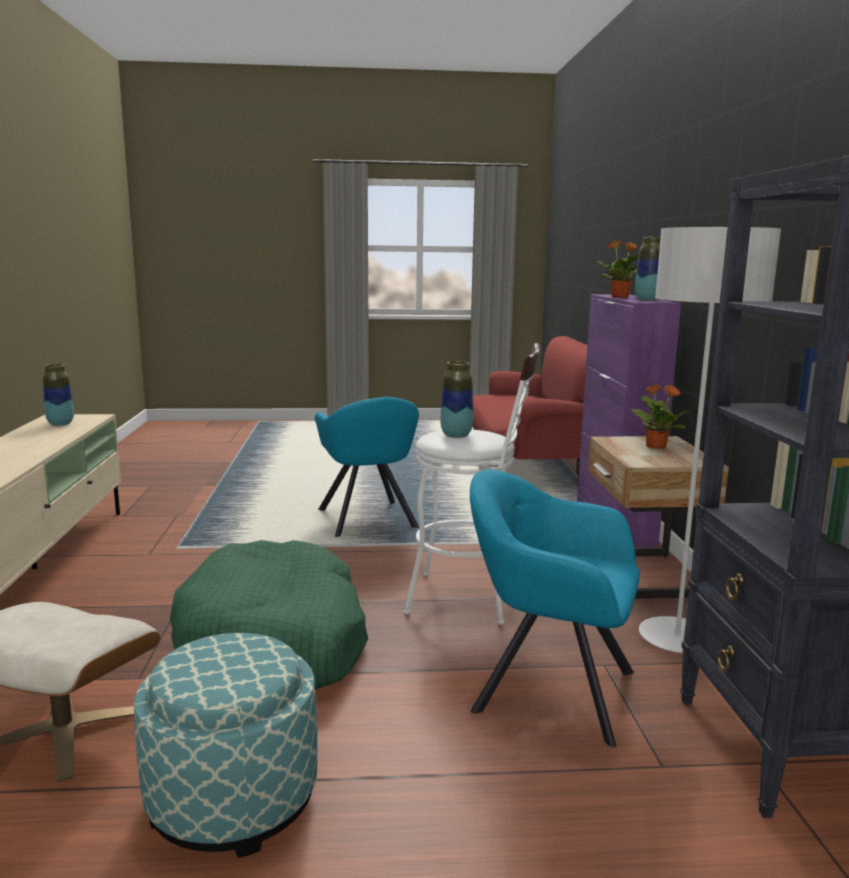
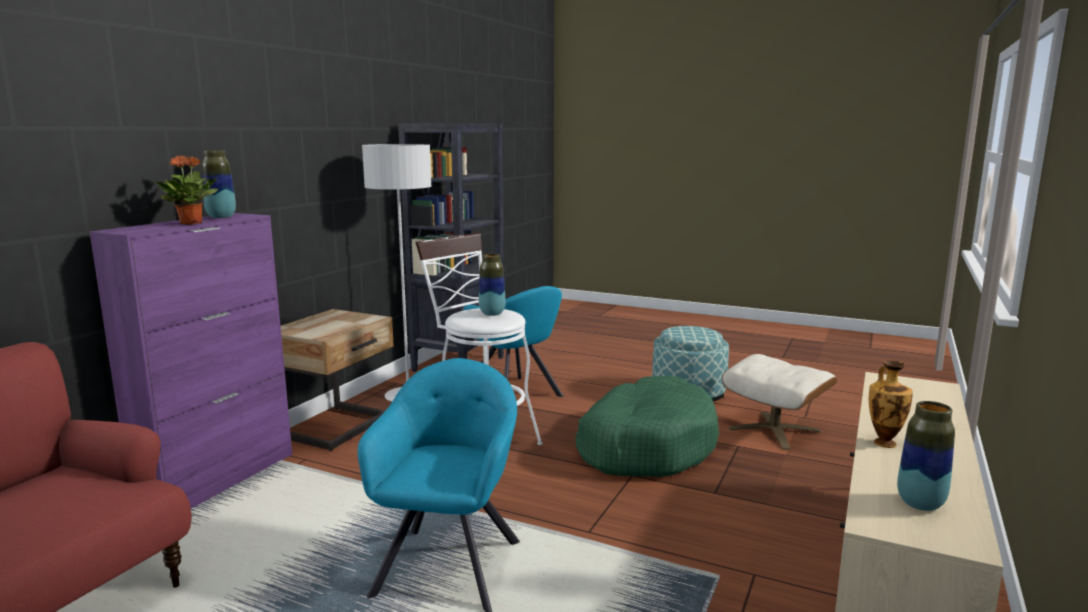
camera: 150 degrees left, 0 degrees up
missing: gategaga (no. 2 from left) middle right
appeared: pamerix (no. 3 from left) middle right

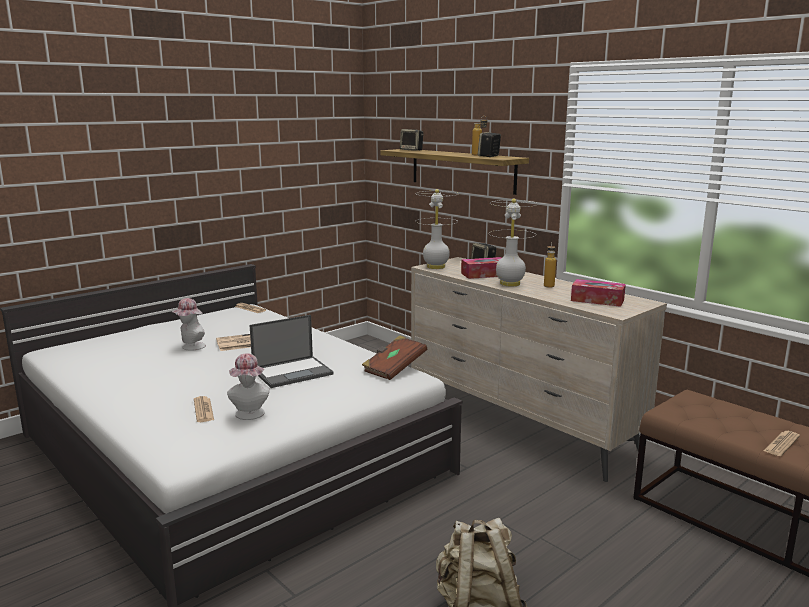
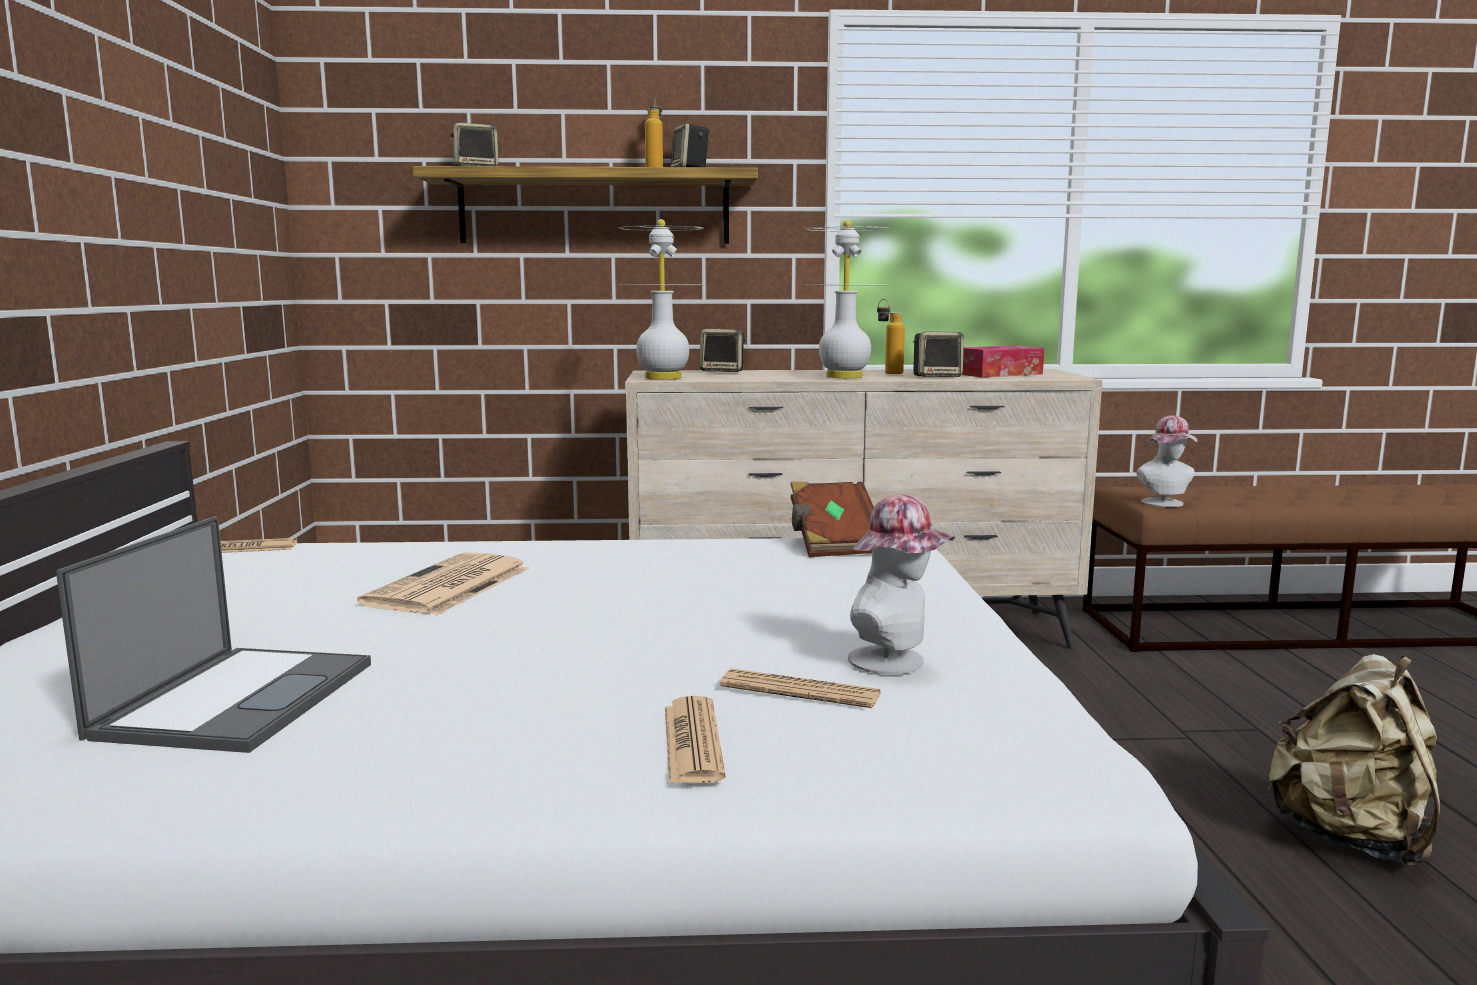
camera: 50 degrees left, 5 degrees down
missing: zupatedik (no. 1 from left) centre
appeared: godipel (no. 4 from left) centre
relocated: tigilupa centre to middle left; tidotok (no. 4 from left in the first image) bottom right to tidotok (no. 3 from left) bottom centre; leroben (no. 1 from left in the first image) middle left to leroben (no. 2 from left) middle right

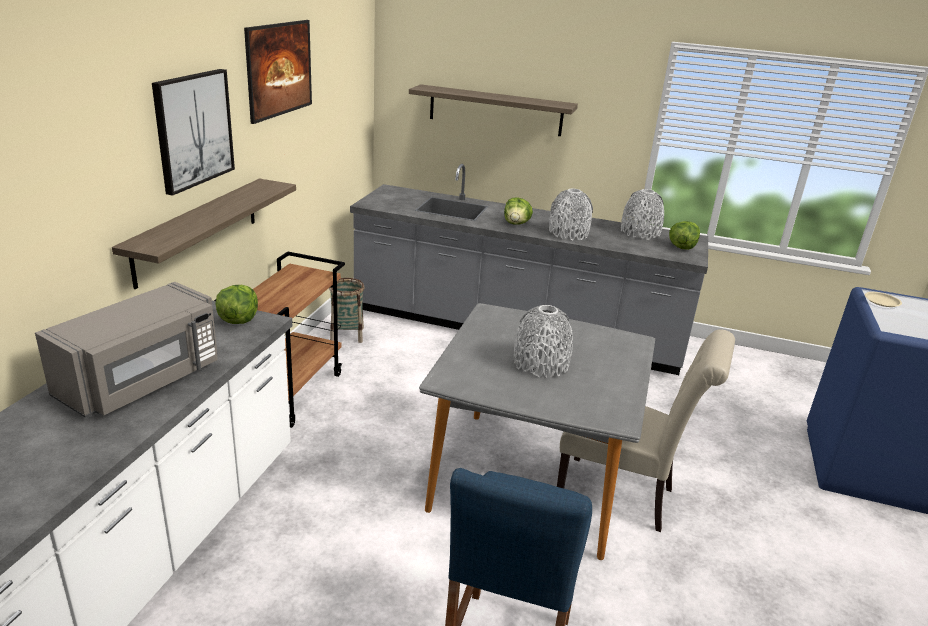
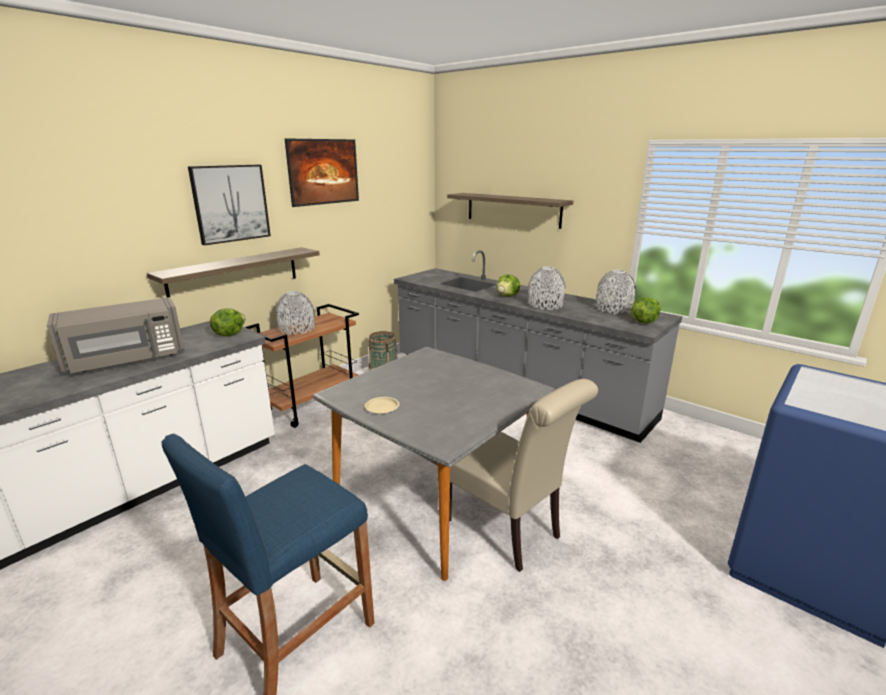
camera: 25 degrees right, 5 degrees down
relocated: grey pamerix (no. 1 from left) centre to middle left; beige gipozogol middle right to centre

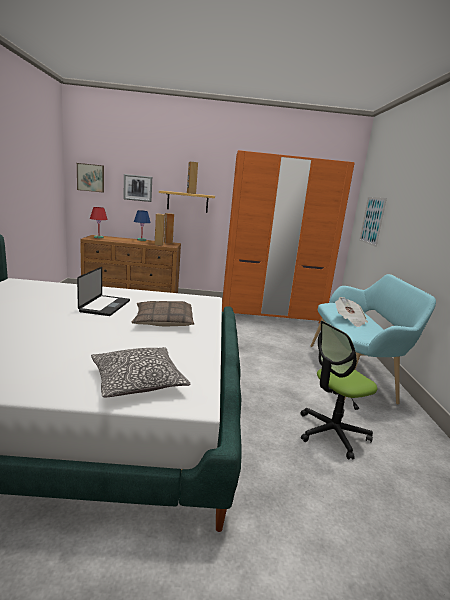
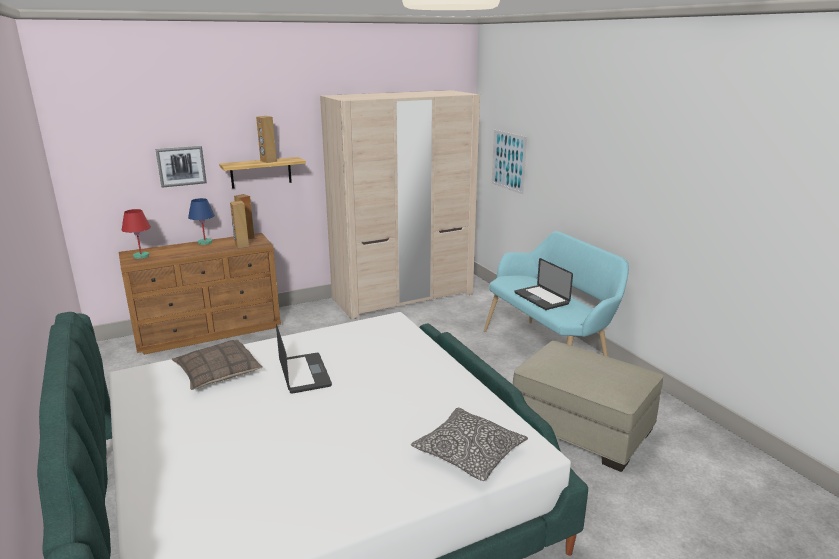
camera: 25 degrees left, 5 degrees up
missing: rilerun (no. 1 from left) top left
relocated: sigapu (no. 2 from left in the first image) centre to sigapu (no. 1 from left) middle left
exchanged: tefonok middle right to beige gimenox bottom right; tidotok middle right to tigilupa (no. 2 from left) centre
colour: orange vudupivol centre to beige vudupivol centre

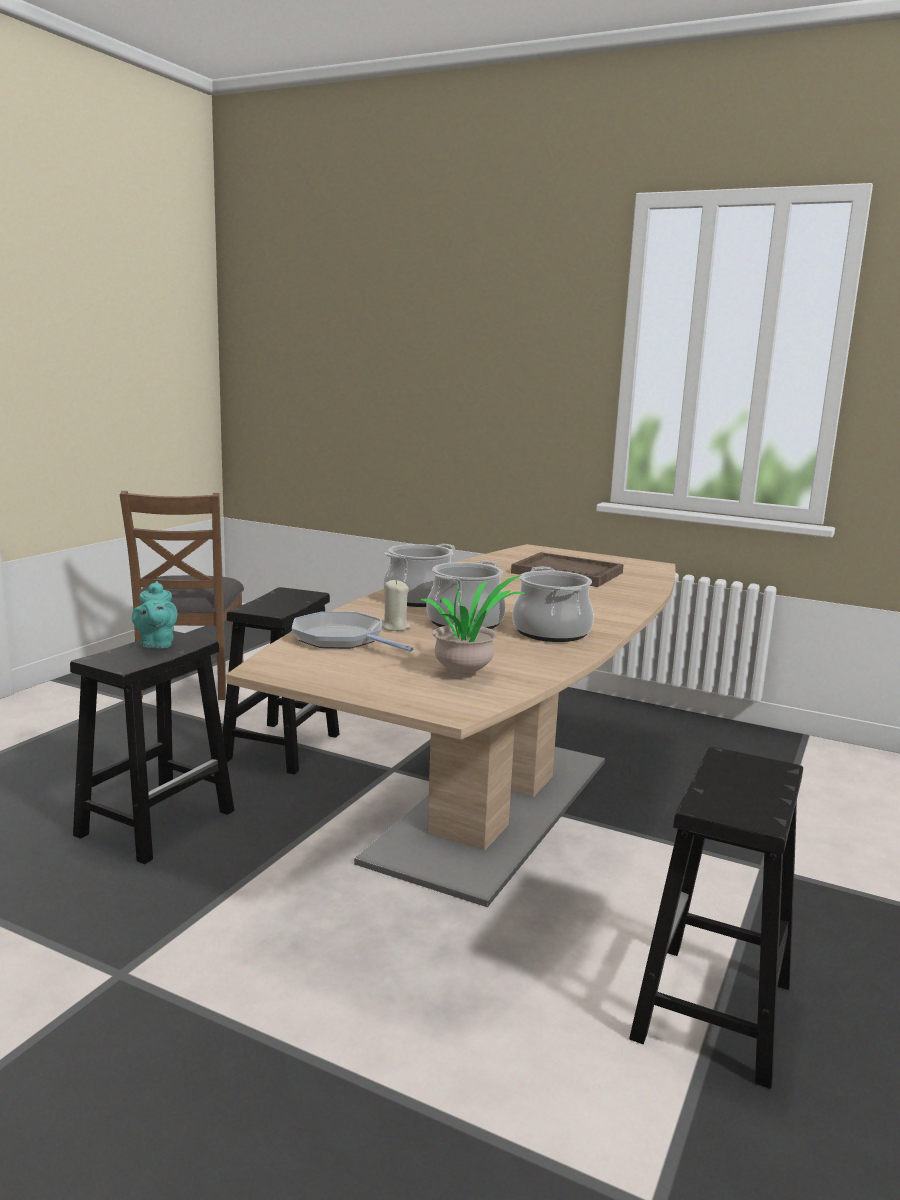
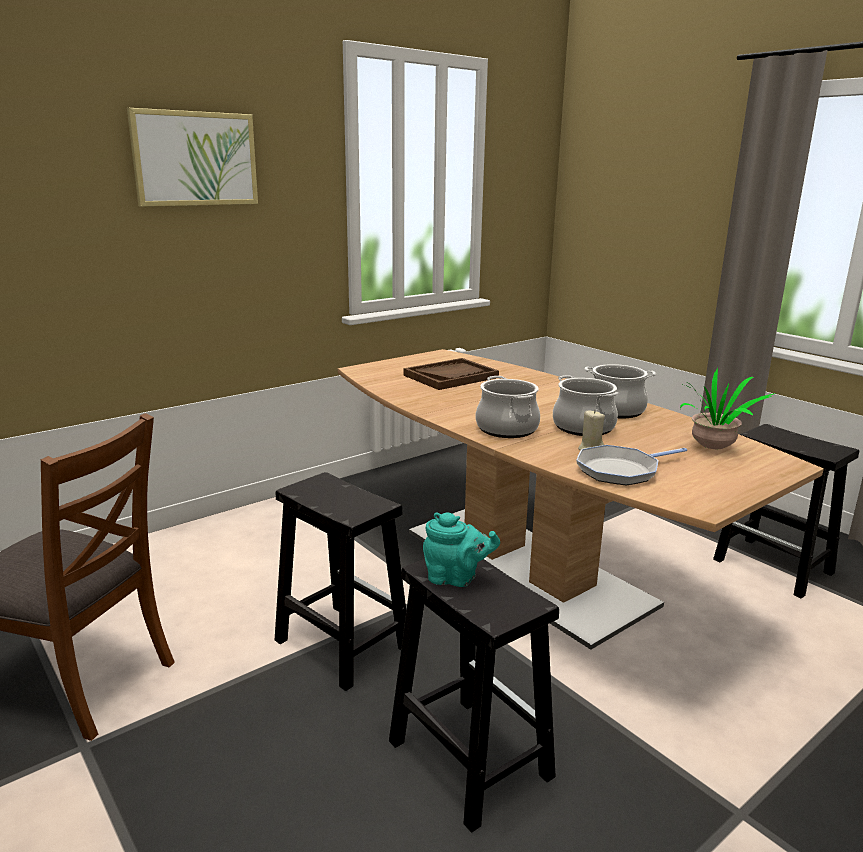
camera: 65 degrees left, 5 degrees up
appeared: rilerun top left

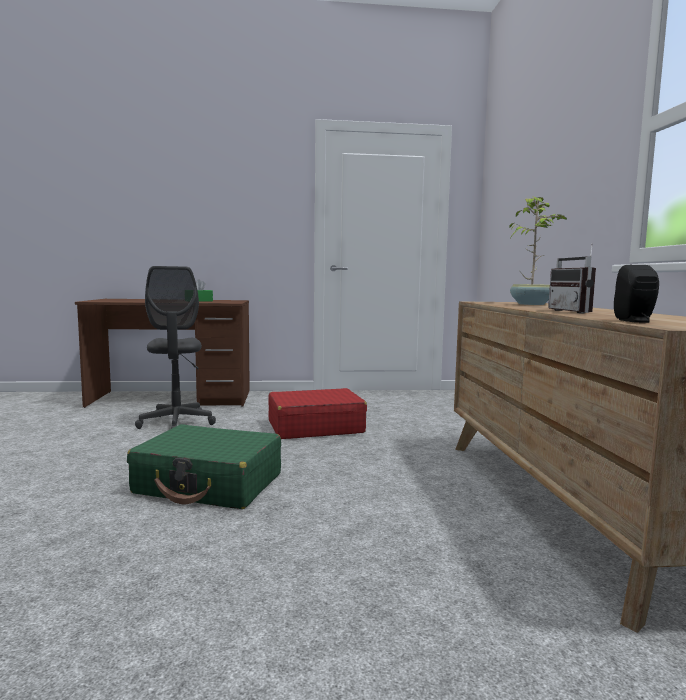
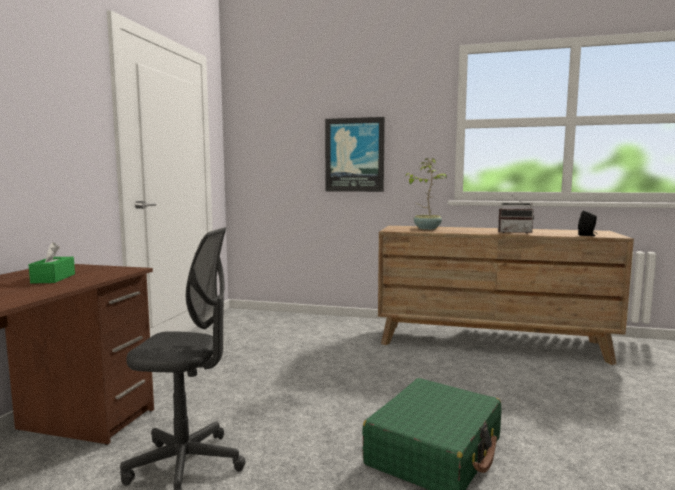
camera: 70 degrees left, 0 degrees up
missing: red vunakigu centre
appeared: rilerun top centre

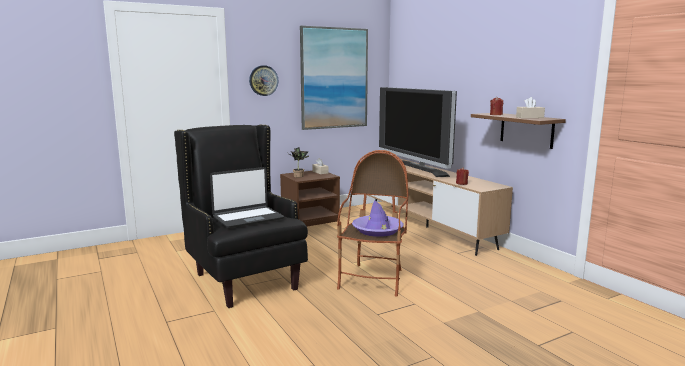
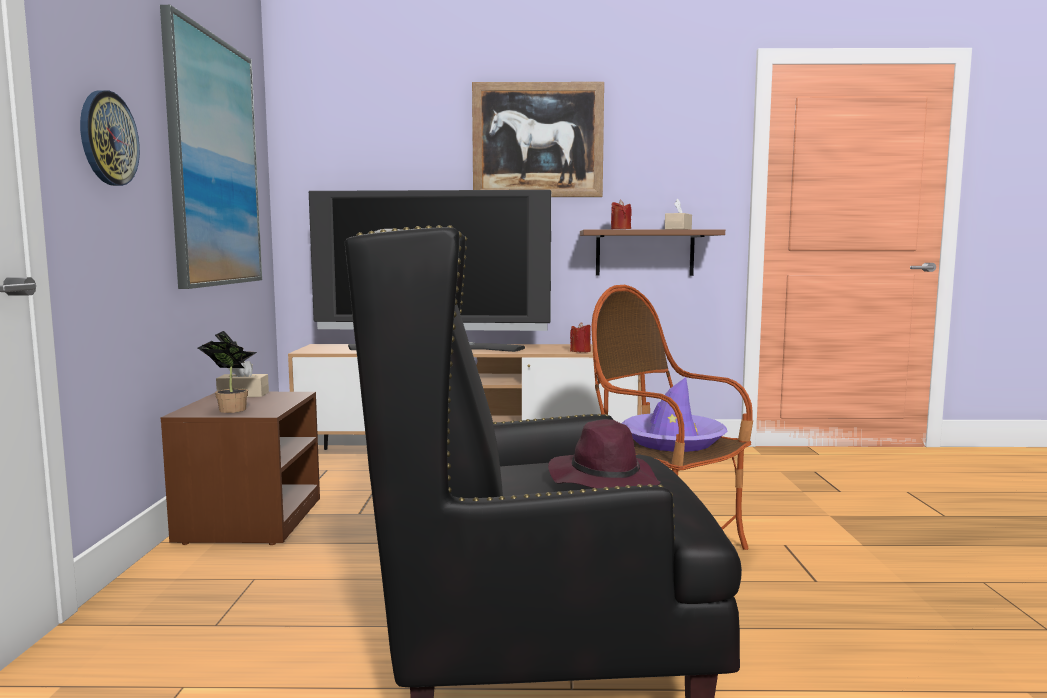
camera: 60 degrees left, 5 degrees down
appeared: rilerun (no. 2 from left) top centre
exchanged: tigilupa centre to purple leroben (no. 1 from left) centre

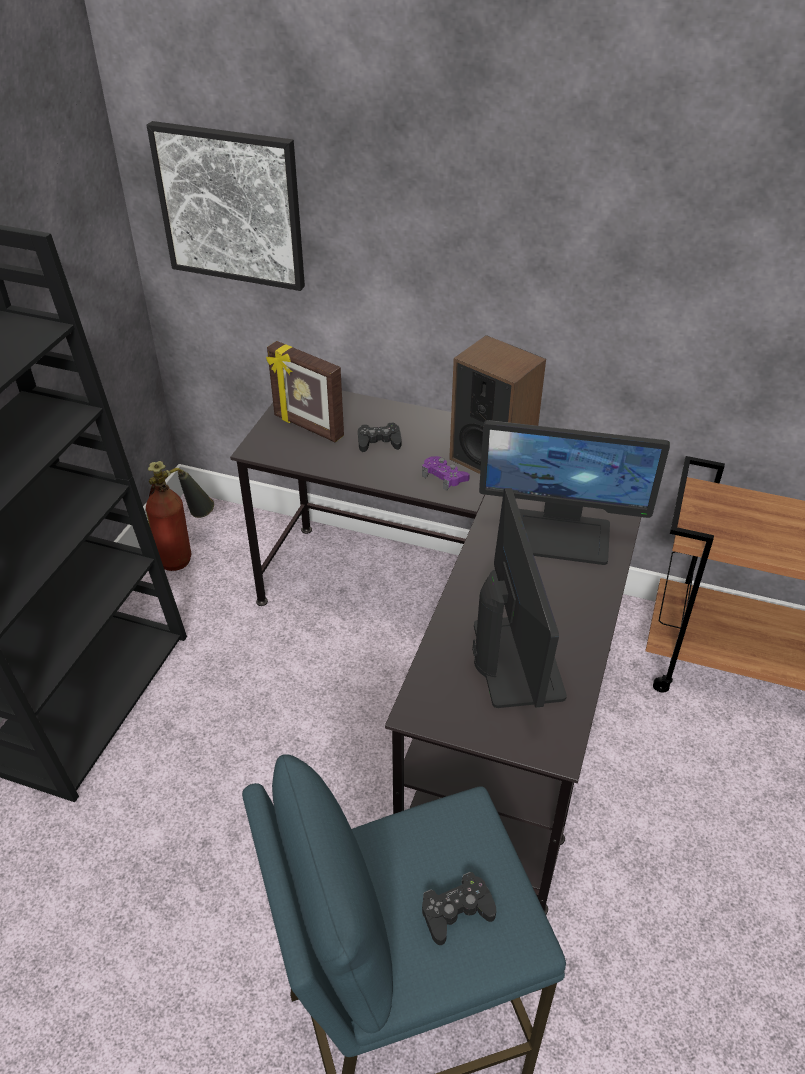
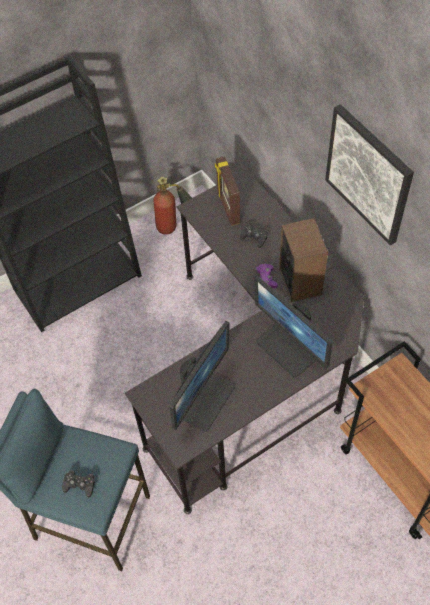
camera: 40 degrees right, 15 degrees up
relocated: rilerun top left to top right

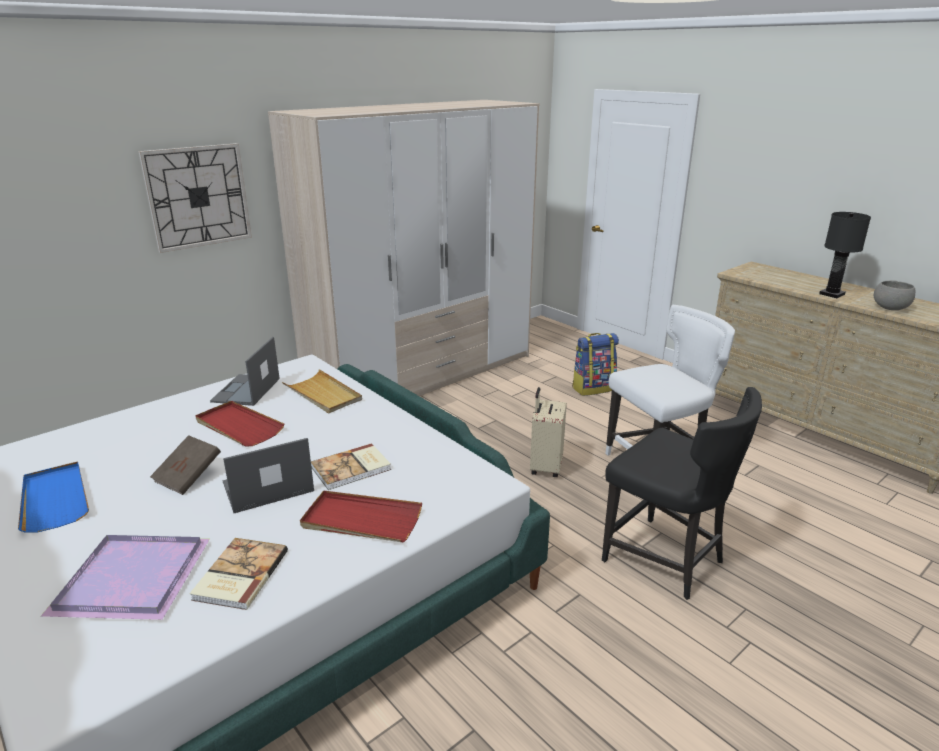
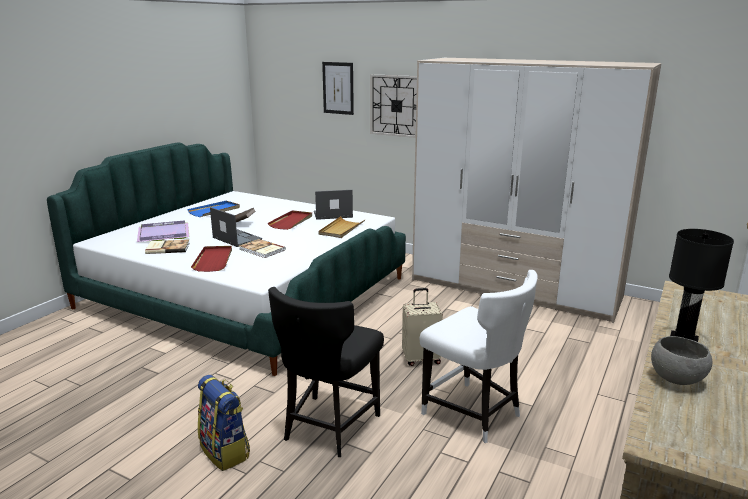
camera: 70 degrees right, 5 degrees down
appeared: rilerun top centre
relocated: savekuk centre to bottom left

